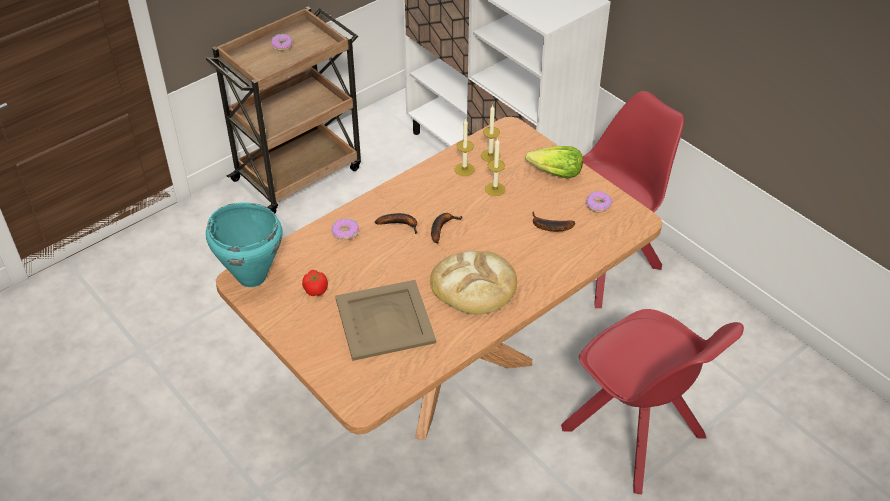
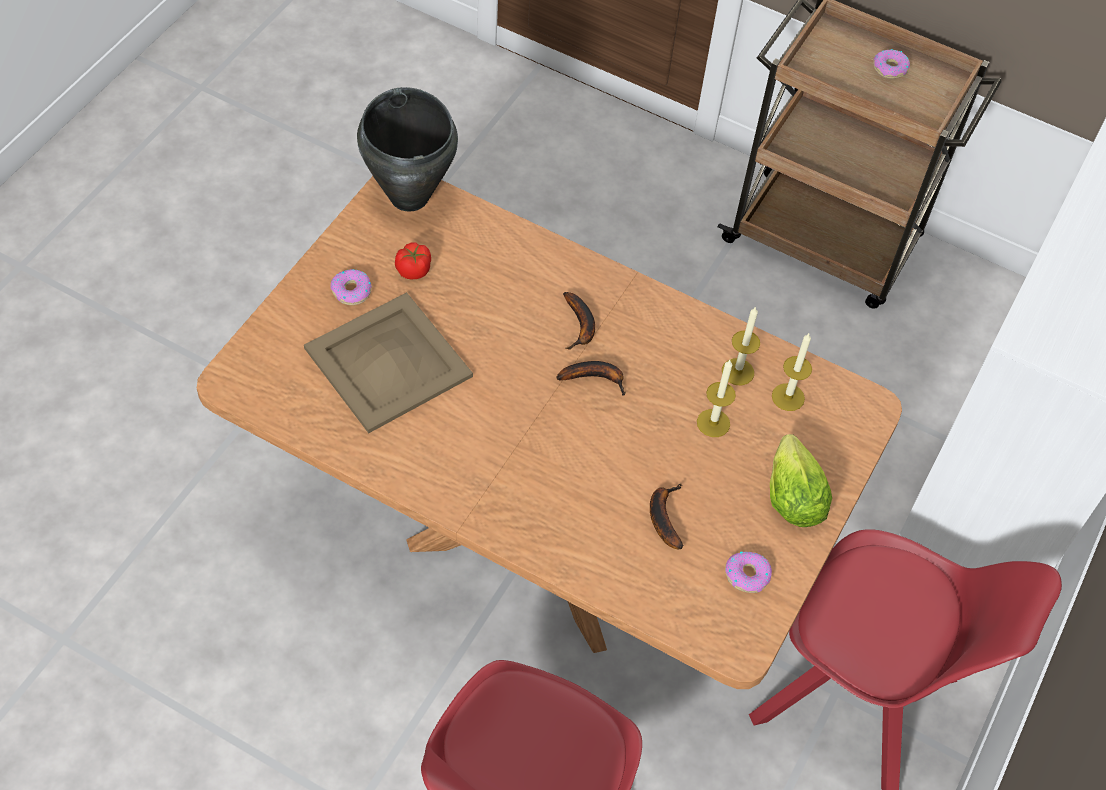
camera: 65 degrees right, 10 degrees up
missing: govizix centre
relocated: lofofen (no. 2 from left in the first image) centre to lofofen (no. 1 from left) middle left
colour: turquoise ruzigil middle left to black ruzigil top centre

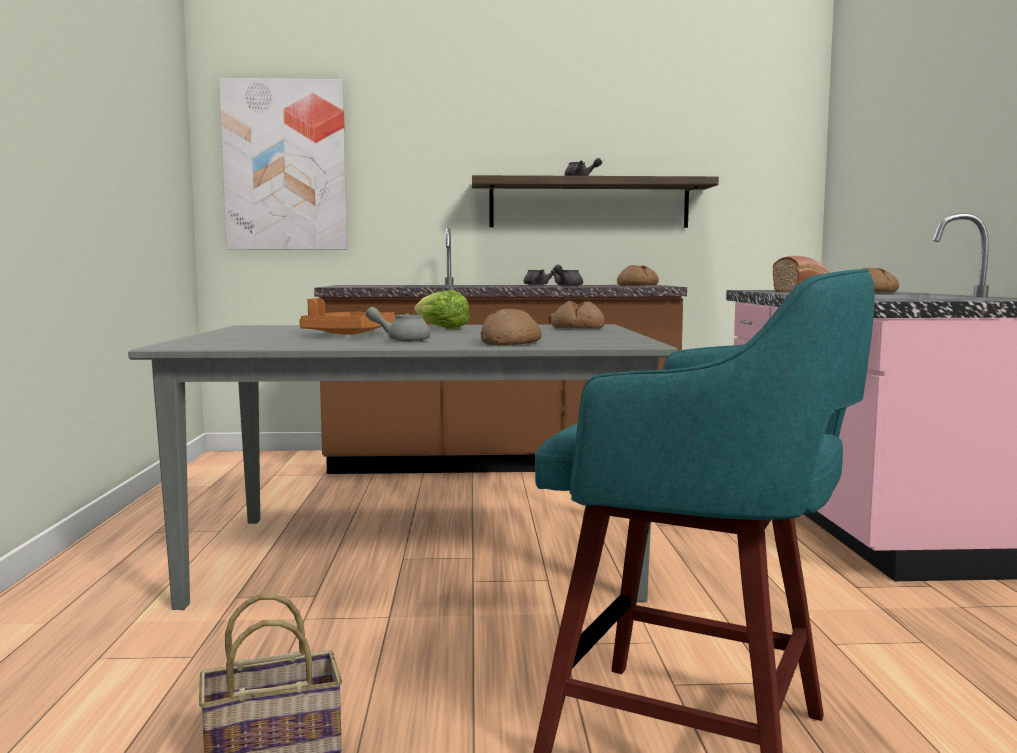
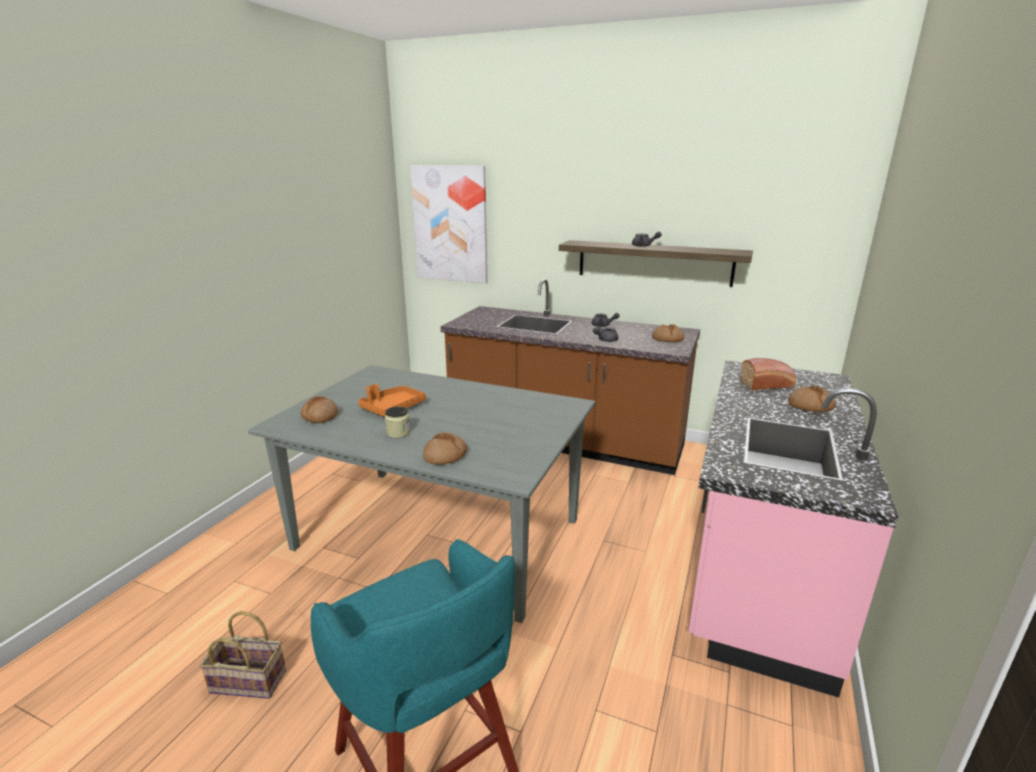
camera: 25 degrees right, 15 degrees up
missing: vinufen centre
relocated: govizix (no. 2 from left in the first image) centre to govizix (no. 1 from left) middle left
exchanged: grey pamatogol (no. 1 from left) centre to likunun centre

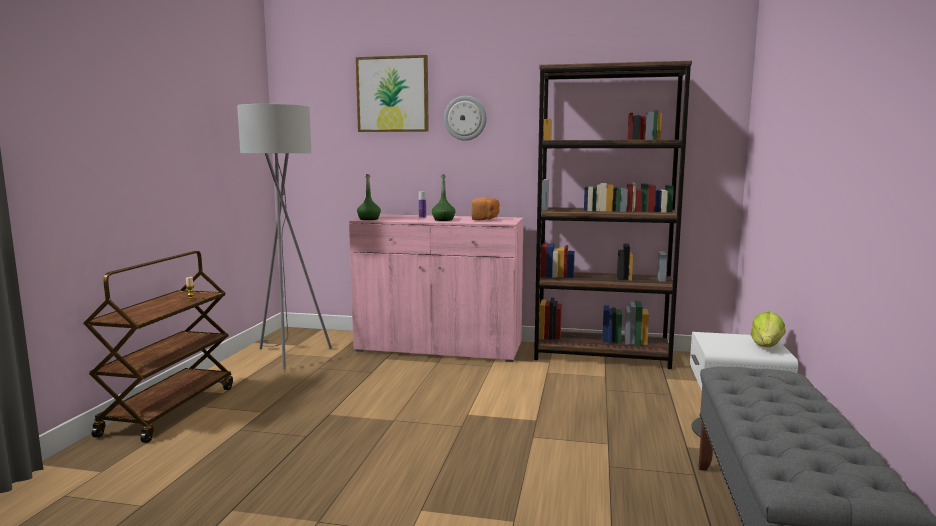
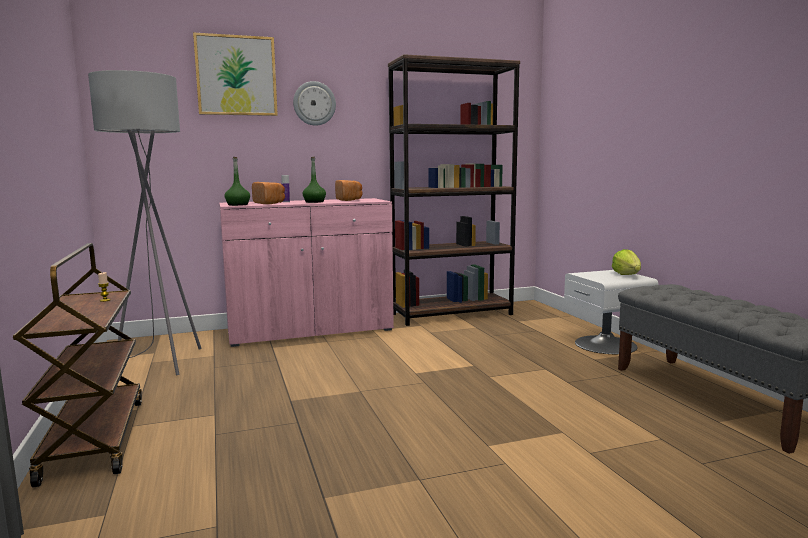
camera: 30 degrees left, 0 degrees up
appeared: govizix (no. 1 from left) middle left

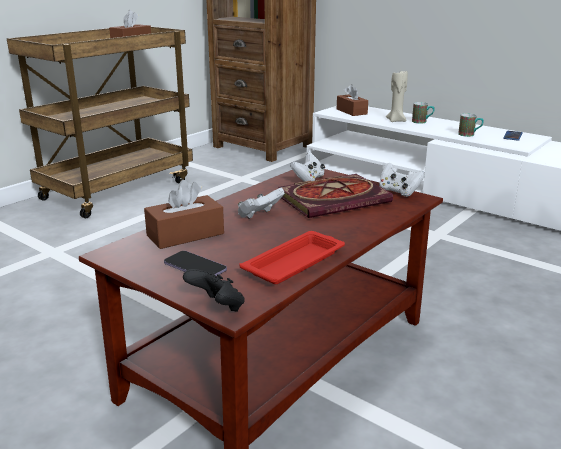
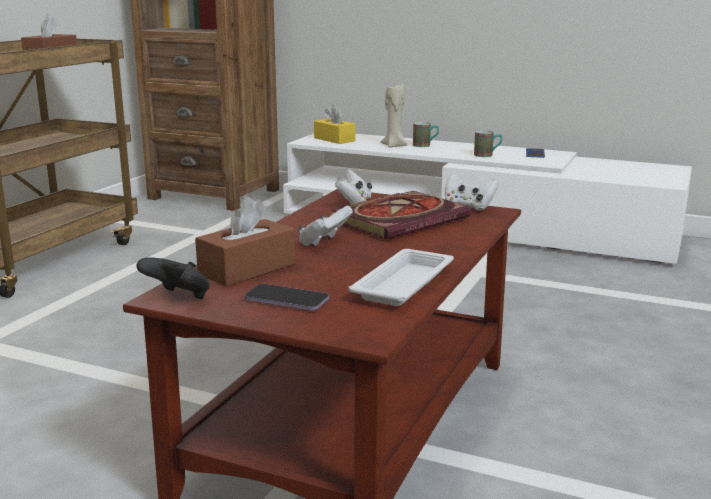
camera: 15 degrees left, 5 degrees down
relocated: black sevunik centre to middle left
colour: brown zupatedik (no. 3 from left) top centre to yellow zupatedik top centre; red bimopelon centre to white bimopelon centre

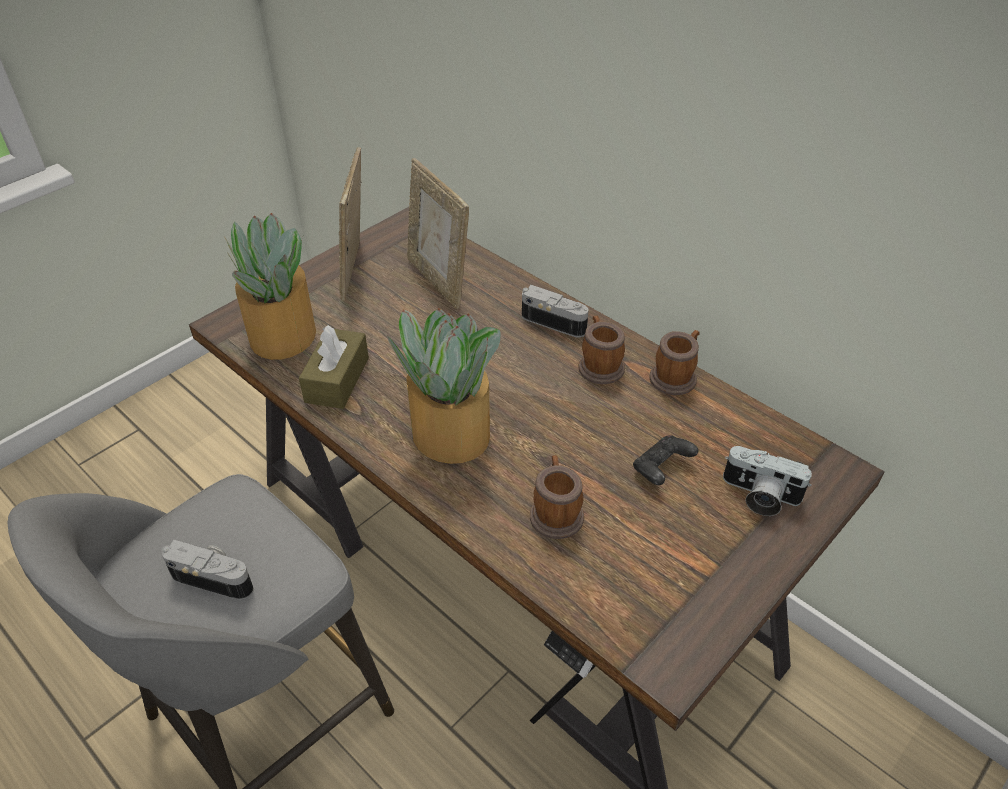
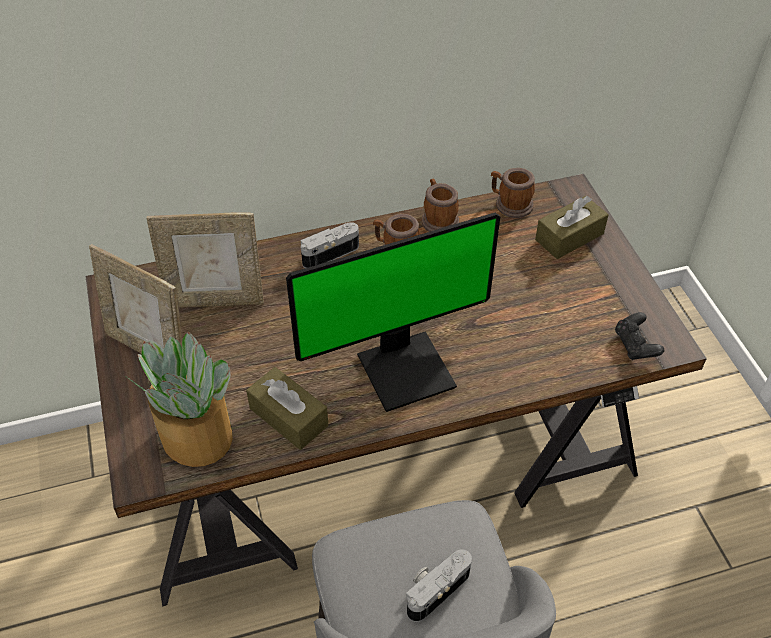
camera: 60 degrees left, 5 degrees up
relocated: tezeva (no. 1 from left in the first image) centre to tezeva (no. 3 from left) top centre; black sevunik centre to middle right
exchanged: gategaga (no. 2 from left) centre to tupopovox centre; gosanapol (no. 3 from left) middle right to brown zupatedik (no. 2 from left) middle right

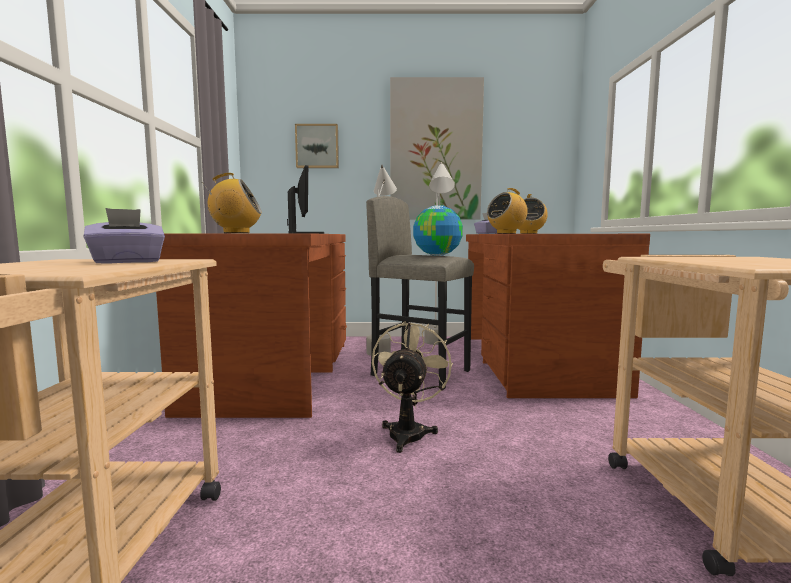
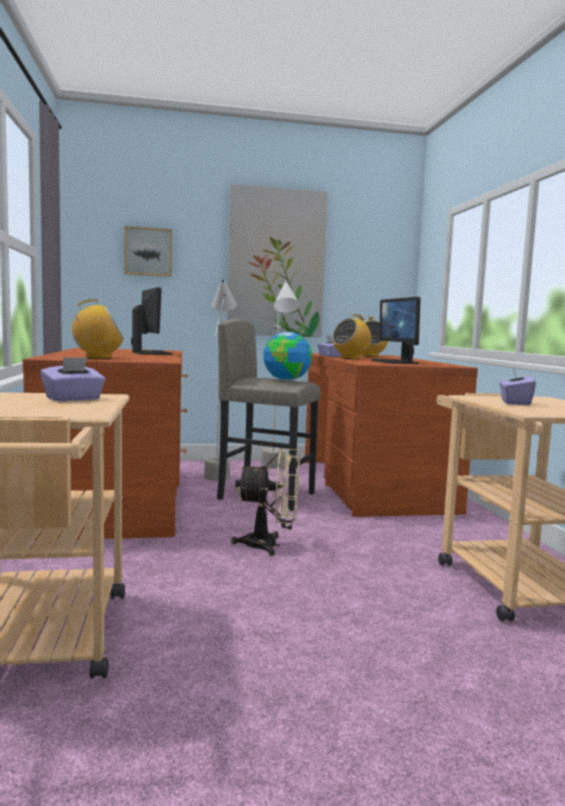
camera: 10 degrees left, 0 degrees up
appeared: tupopovox (no. 2 from left) middle right; purple zupatedik (no. 3 from left) middle right
spun: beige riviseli centre = centre 90 degrees clockwise

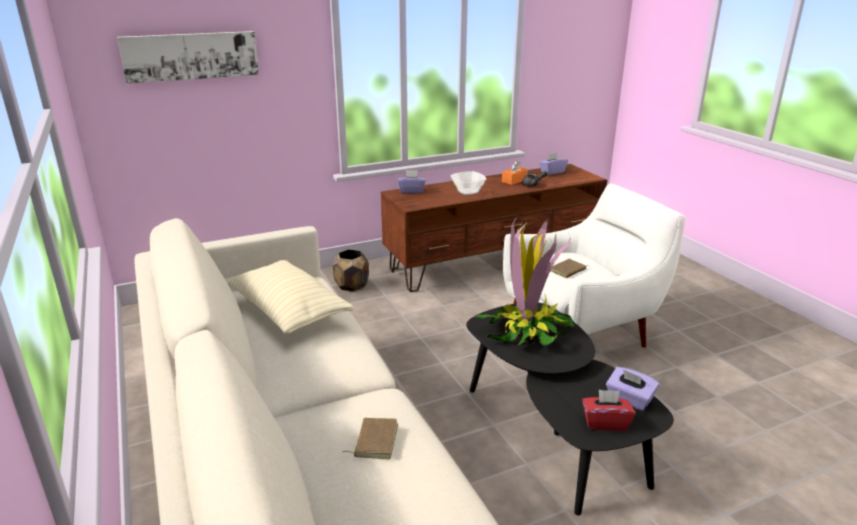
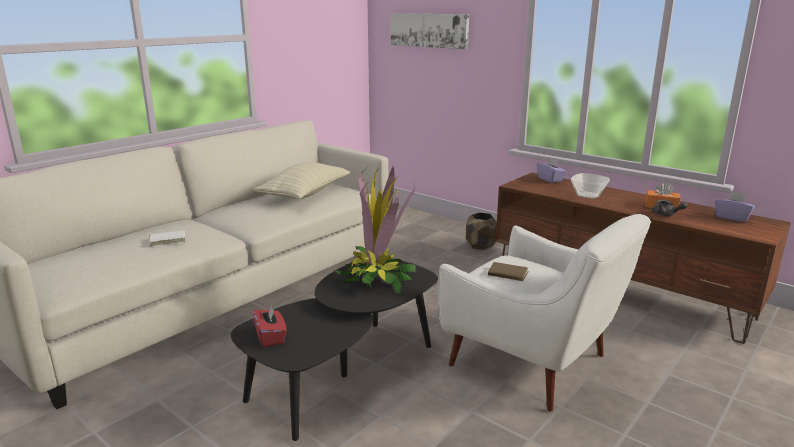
camera: 65 degrees right, 5 degrees down
missing: purple zupatedik (no. 3 from left) bottom right
colour: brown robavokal (no. 1 from left) bottom centre to white robavokal middle left

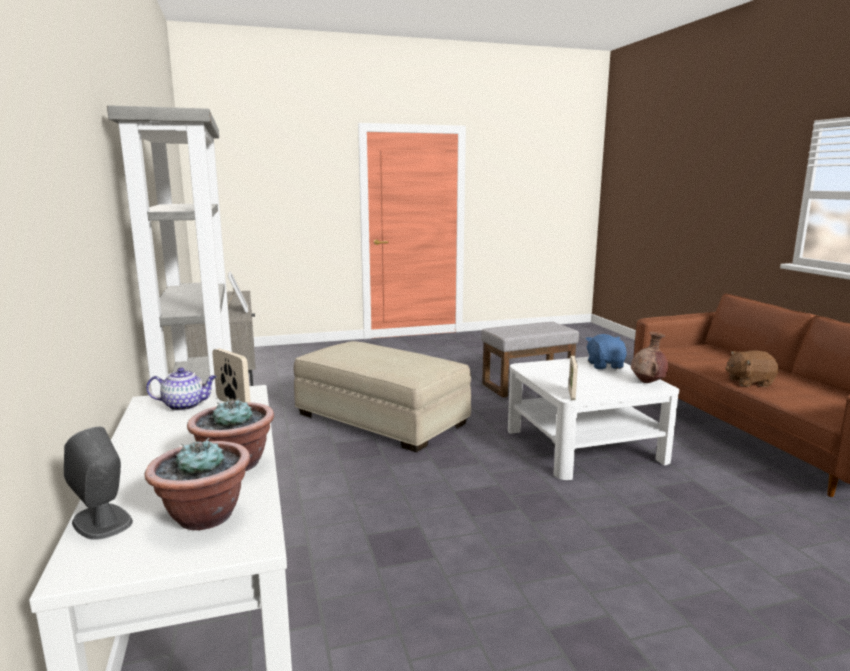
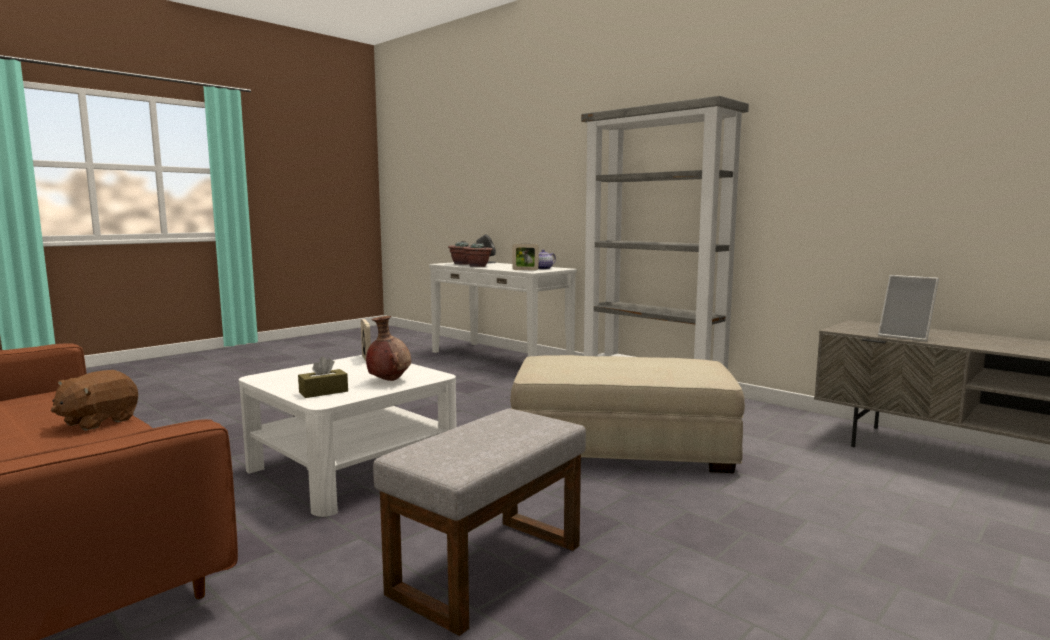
camera: 150 degrees right, 5 degrees down
relocated: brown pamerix middle right to centre
exchanged: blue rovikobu middle right to brown zupatedik middle left
spun: brown rovikobu middle right = middle left 150 degrees clockwise

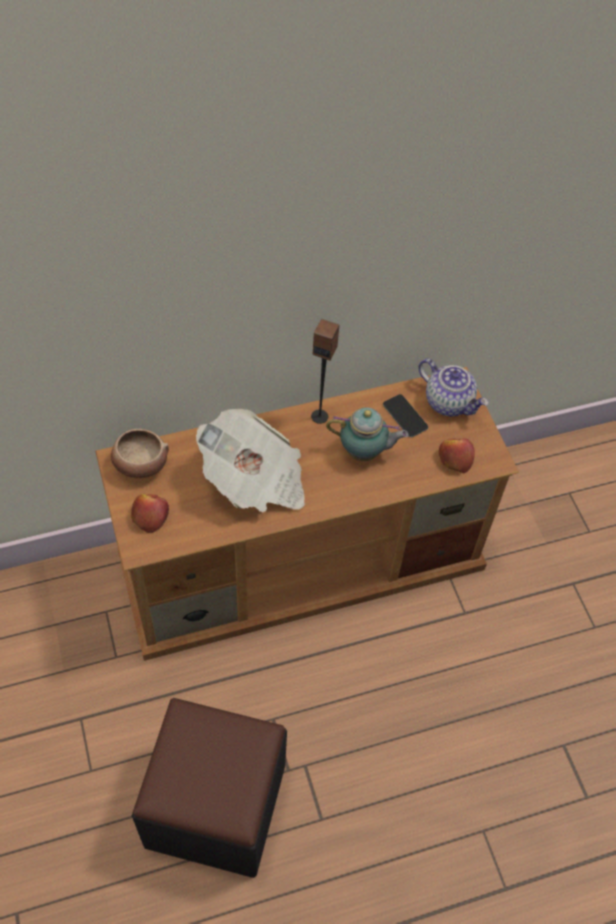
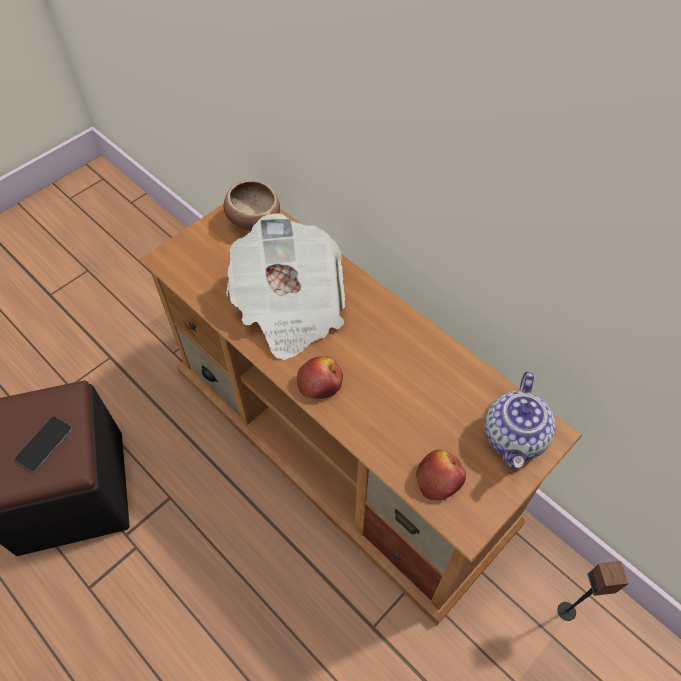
camera: 65 degrees right, 0 degrees up
missing: pamatogol (no. 1 from left) centre
relocated: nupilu centre to middle left; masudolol (no. 1 from left) middle left to centre; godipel centre to bottom right

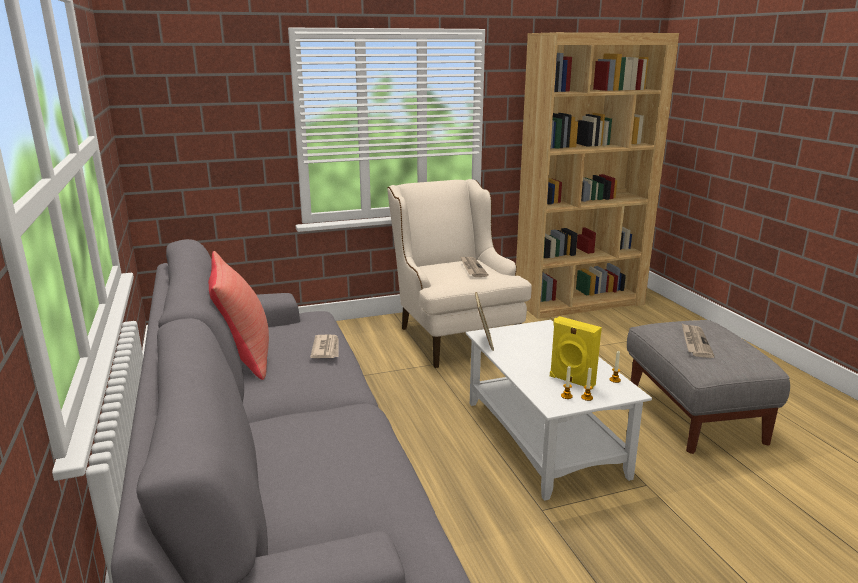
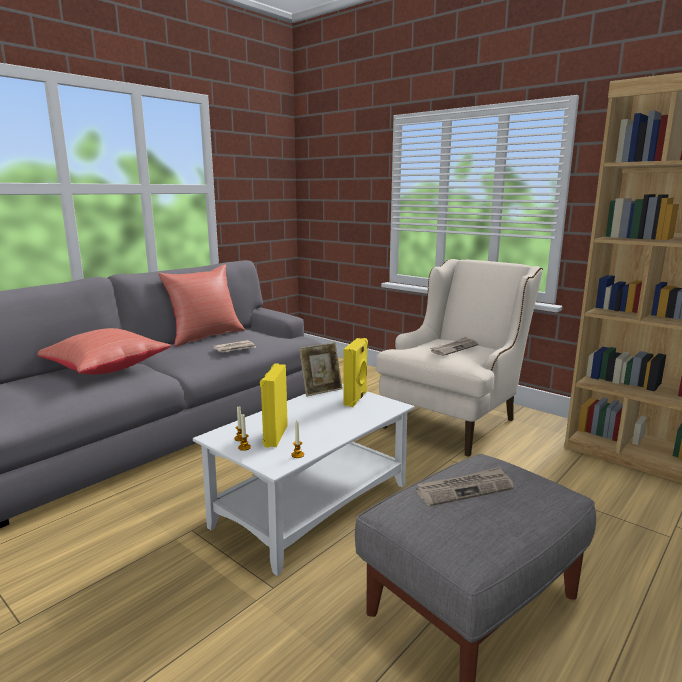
camera: 60 degrees right, 5 degrees down
appeared: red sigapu (no. 1 from left) middle left; yellow godipel (no. 2 from left) centre

